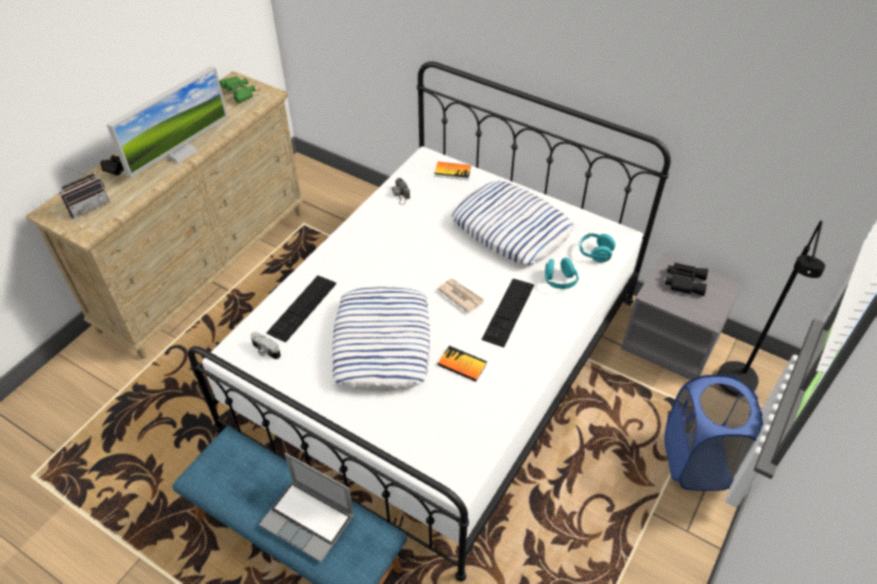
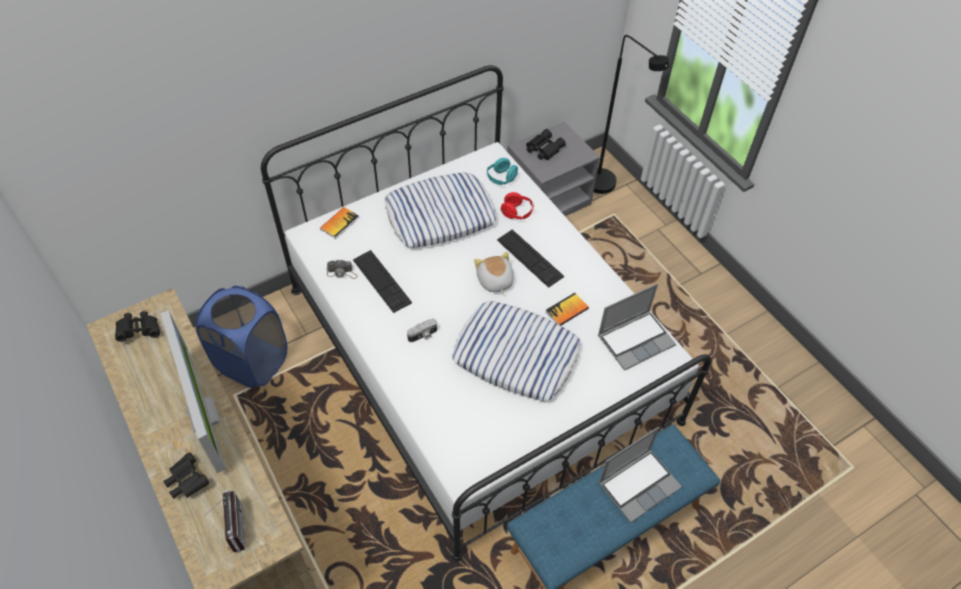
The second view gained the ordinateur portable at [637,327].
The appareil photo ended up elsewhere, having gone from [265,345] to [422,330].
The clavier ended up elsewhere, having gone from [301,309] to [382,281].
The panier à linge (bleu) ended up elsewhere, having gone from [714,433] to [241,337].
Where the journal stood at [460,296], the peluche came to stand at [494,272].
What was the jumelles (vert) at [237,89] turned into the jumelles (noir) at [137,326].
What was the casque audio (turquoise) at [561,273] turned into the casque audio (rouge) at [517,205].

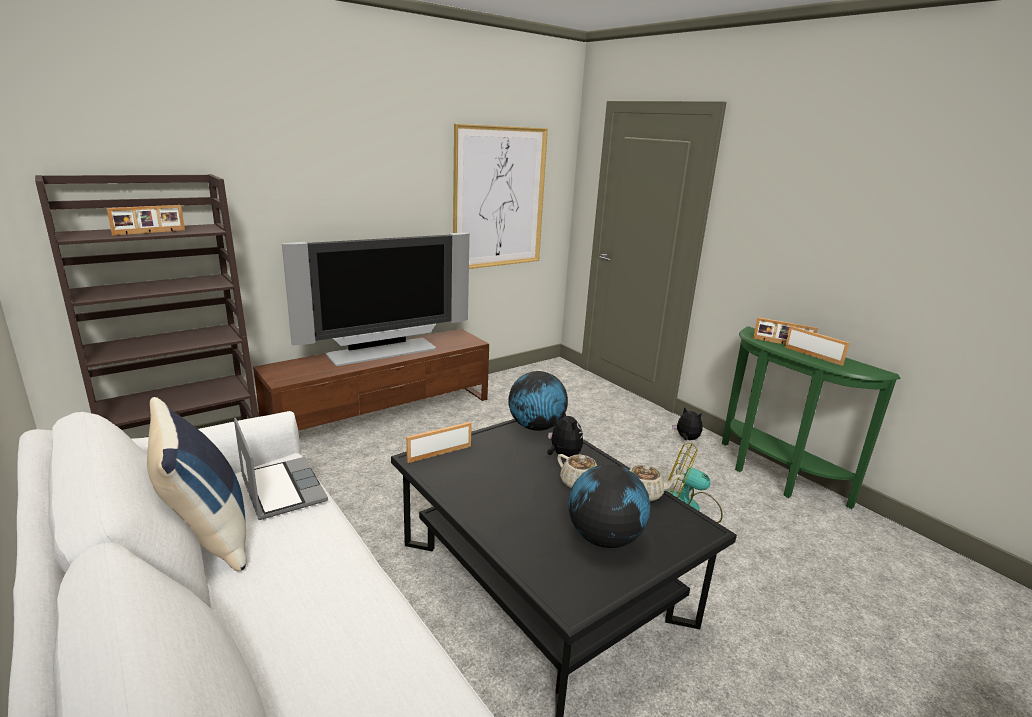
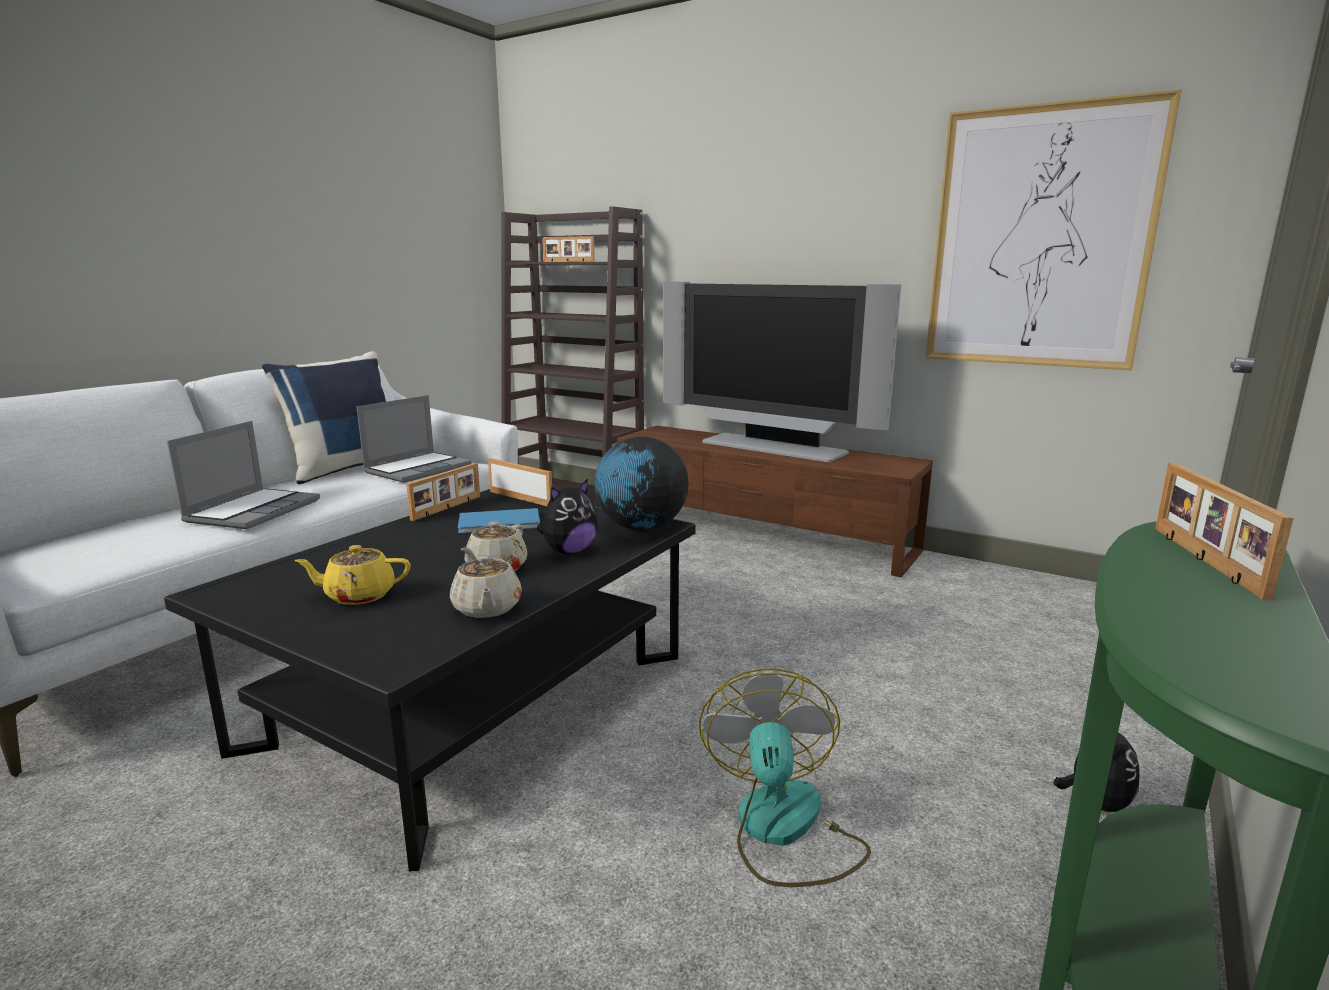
The second view gained the ordinateur portable at [243,475].
The second view gained the livre (bleu) at [499,520].
The cadre photo ended up elsewhere, having gone from [817,346] to [443,492].
Where the globe stood at [609,506], the théière (jaune) came to stand at [352,575].

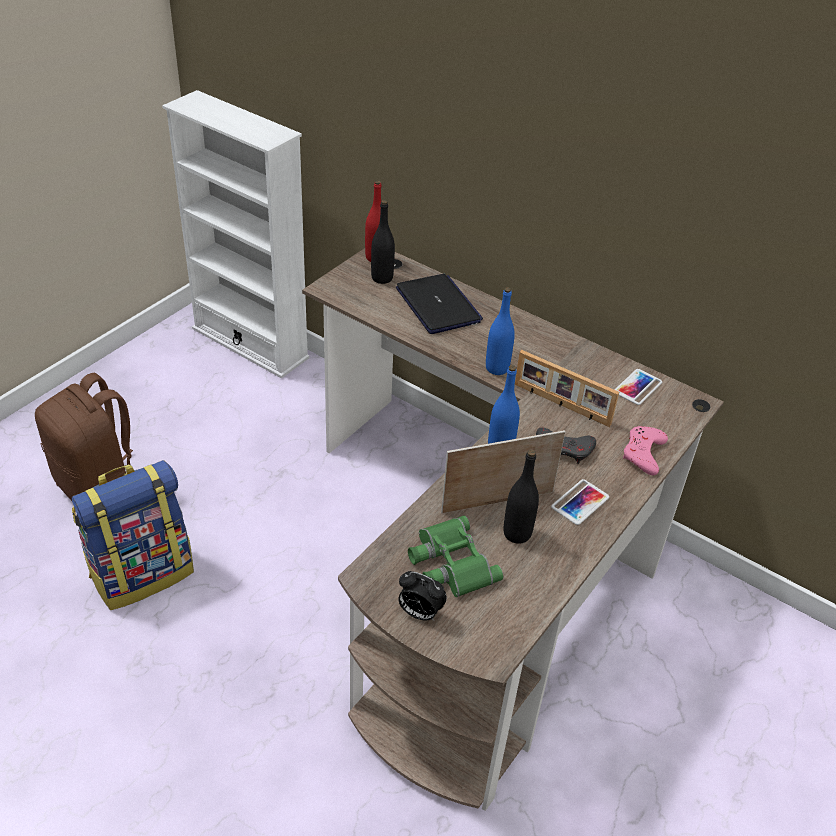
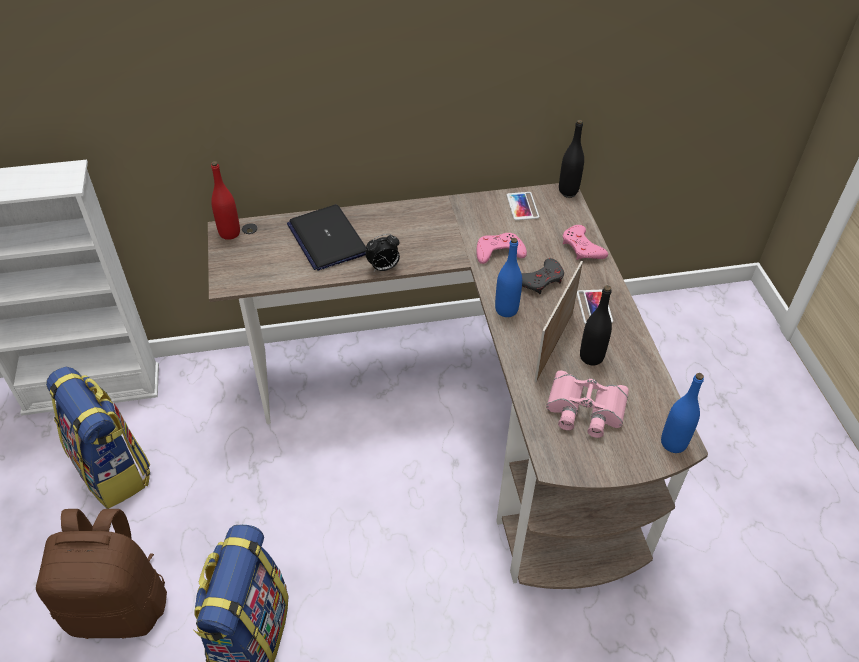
The second view gained the sac à dos at [98,438].
The bouteille (noir) ended up elsewhere, having gone from [383,242] to [571,158].
The réveil ended up elsewhere, having gone from [422,596] to [382,252].
The bouteille (bleu) ended up elsewhere, having gone from [500,331] to [682,413].
Where the cadre photo stood at [567,388], the manette (rose) came to stand at [501,248].
What was the jumelles (vert) at [455,556] turned into the jumelles (rose) at [587,404].
The ordinateur portable at [439,304] ended up facing another way, 135 degrees counterclockwise from before.

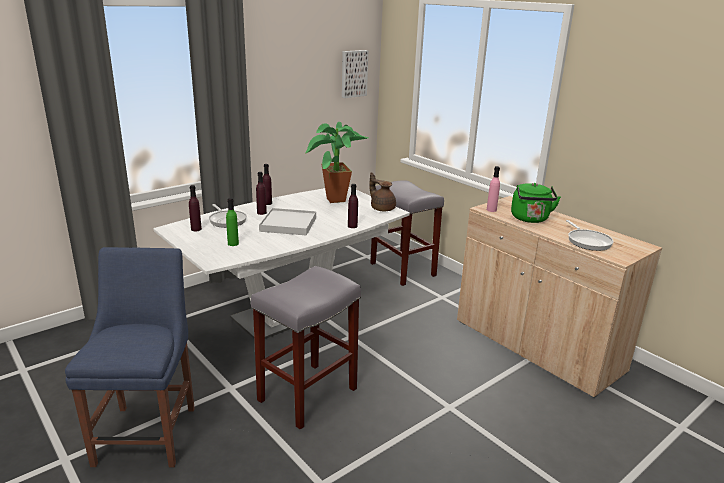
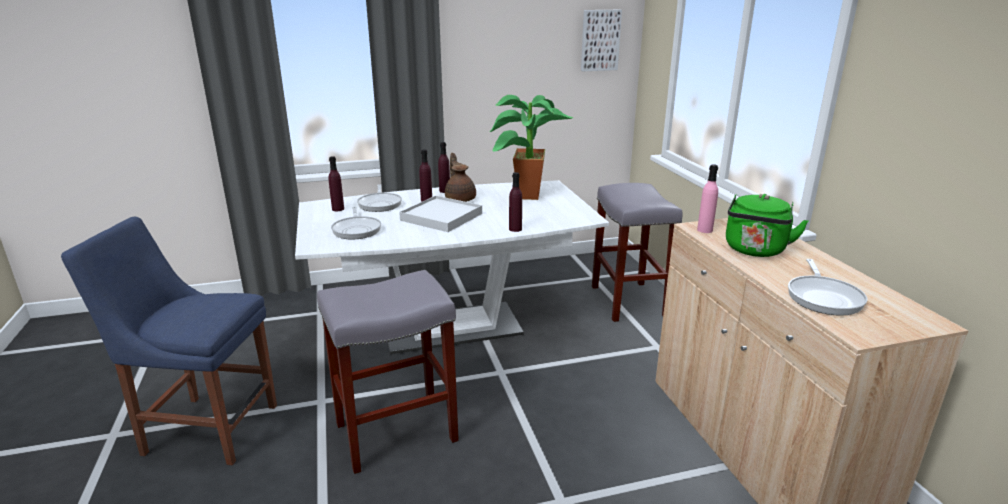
The théière (marron) ended up elsewhere, having gone from [382,191] to [460,177].
Where the bouteille (vert) stood at [232,222], the poêle came to stand at [356,223].
The chaise (bleu) at [130,357] ended up facing another way, 105 degrees counterclockwise from before.

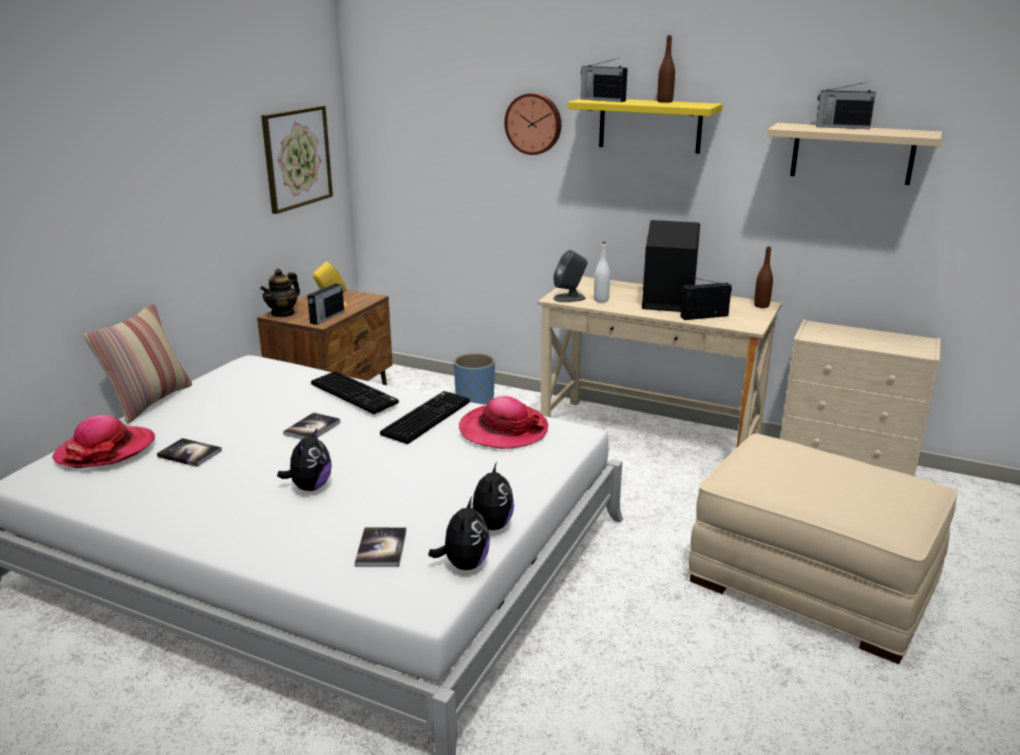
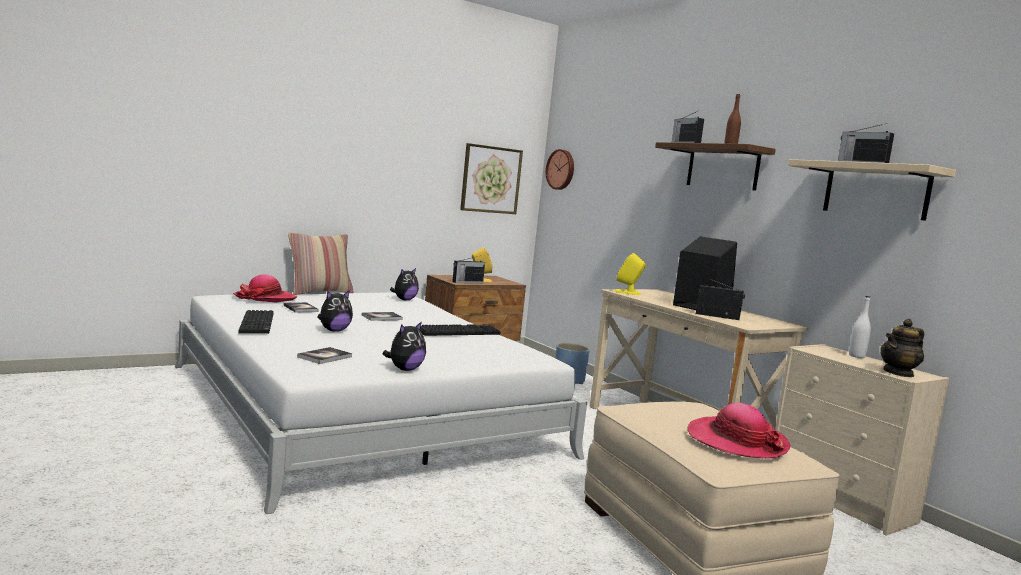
The second view lost the bouteille (marron) at [763,277].
The théière ended up elsewhere, having gone from [280,293] to [902,348].
The clavier ended up elsewhere, having gone from [355,392] to [256,322].
The peluche ended up elsewhere, having gone from [459,533] to [404,284].
The chapeau ended up elsewhere, having gone from [503,422] to [738,430].
The horloge murale ended up elsewhere, having gone from [532,124] to [560,169].
The bouteille (blanc) ended up elsewhere, having gone from [602,272] to [860,327].
What was the enceinte (gris) at [570,276] turned into the enceinte (jaune) at [630,274].
What was the étagère (jaune) at [645,126] turned into the étagère (marron) at [715,166].

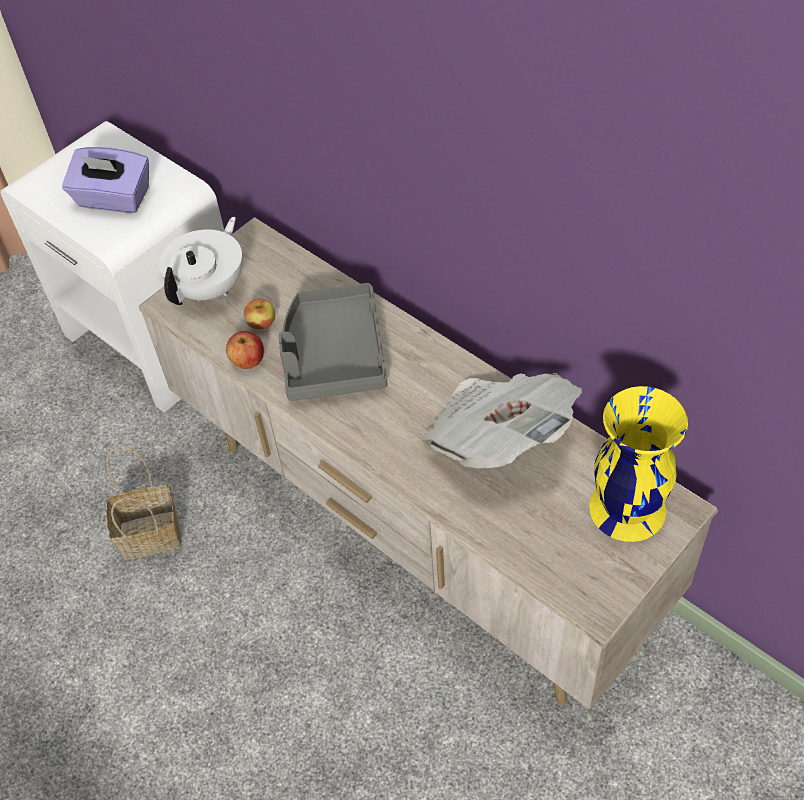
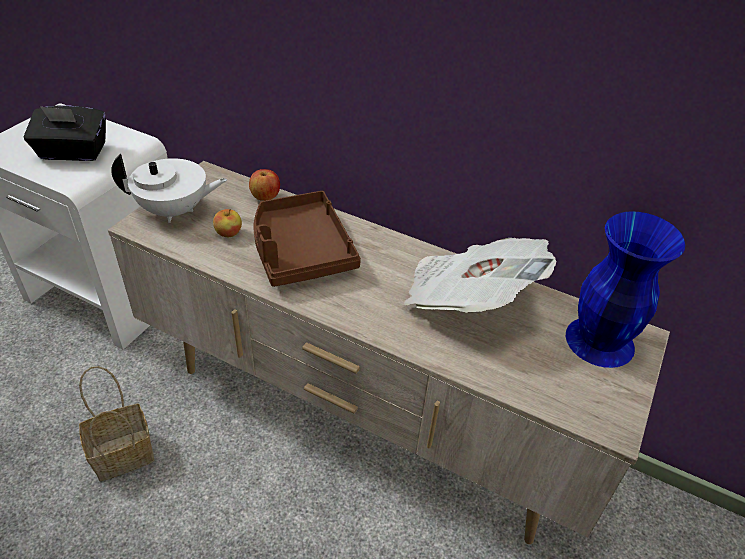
The pomme ended up elsewhere, having gone from [245,350] to [264,185].
What was the boîte à mouchoirs (violet) at [105,180] turned into the boîte à mouchoirs (noir) at [65,133].
What was the plateau (gris) at [332,342] turned into the plateau (marron) at [307,239].
What was the vase (jaune) at [638,464] turned into the vase (bleu) at [625,289].
The théière (blanc) at [201,261] ended up facing another way, 75 degrees clockwise from before.

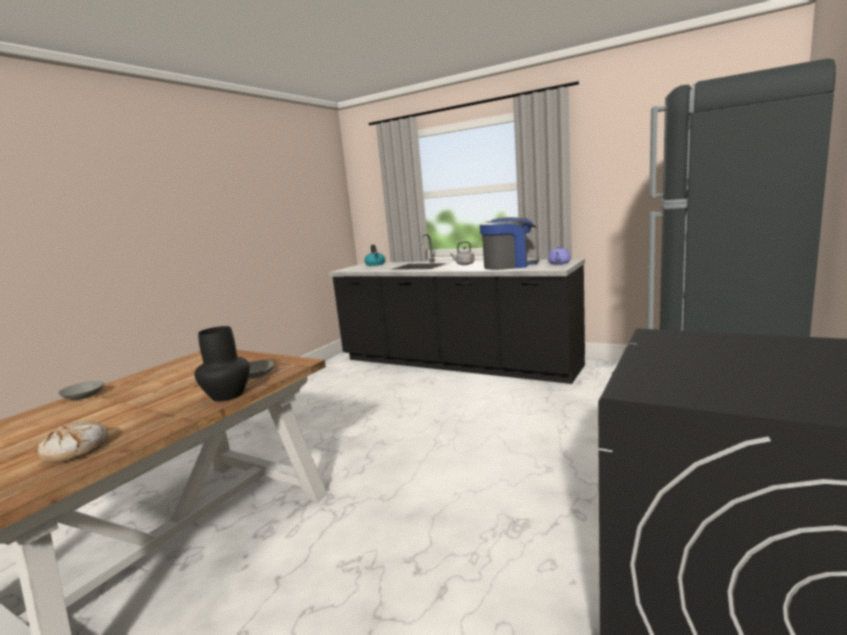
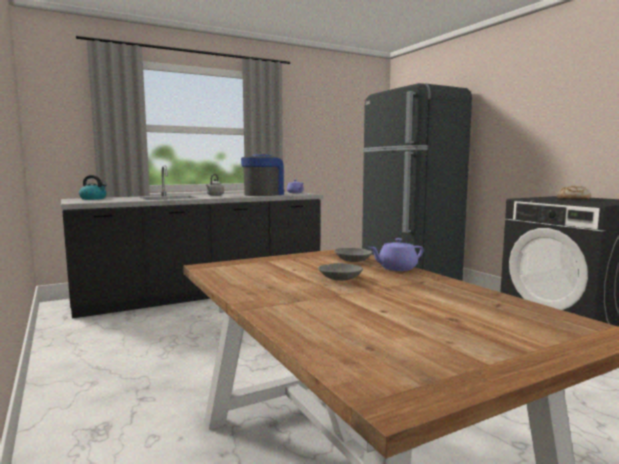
The pain ended up elsewhere, having gone from [73,442] to [574,192].
The bol (gris) ended up elsewhere, having gone from [81,390] to [340,272].
Where the vase (noir) stood at [222,363], the théière (violet) came to stand at [396,254].

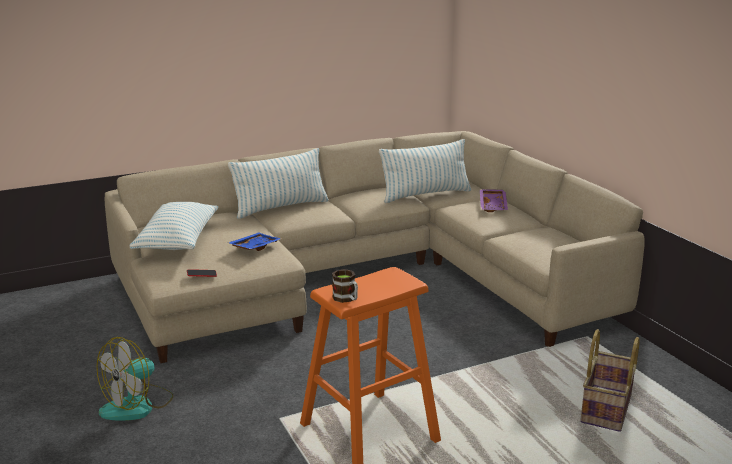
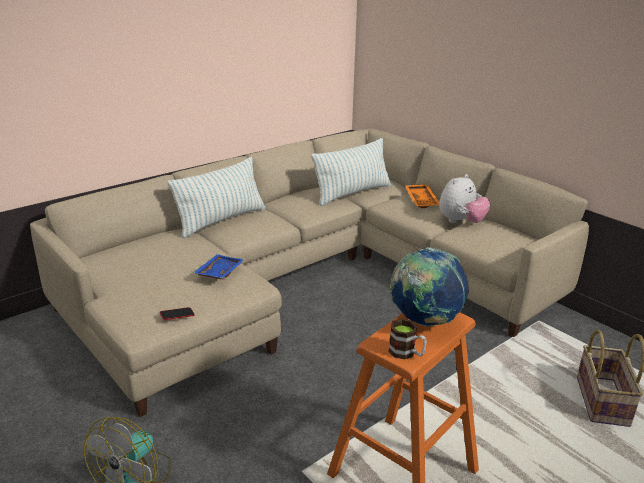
The second view lost the coussin at [174,226].
The second view gained the globe at [429,286].
The second view gained the peluche at [464,198].
What was the plateau (violet) at [494,200] turned into the plateau (orange) at [422,196].

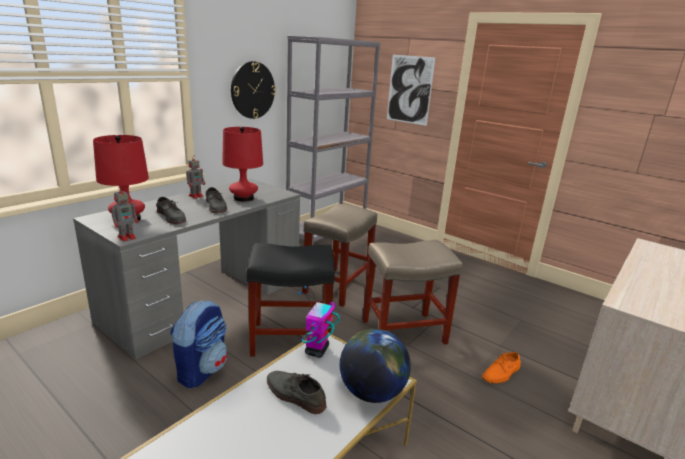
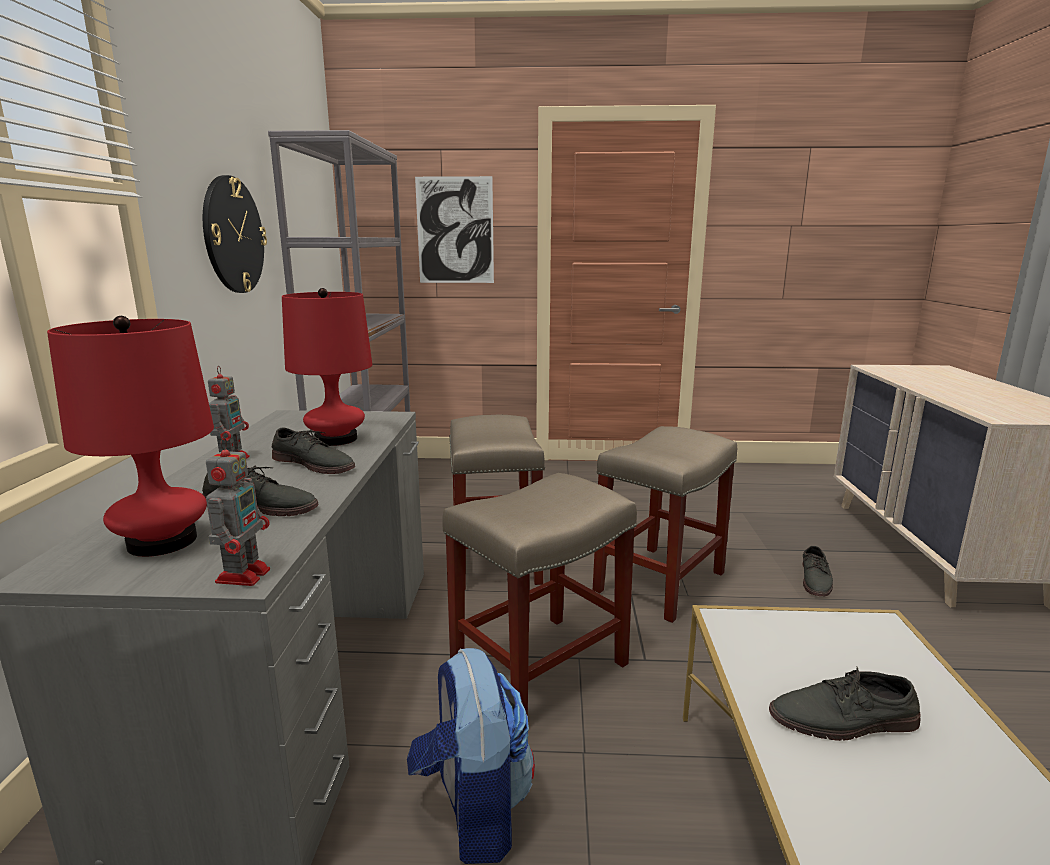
The second view lost the robot jouet at [319,321].
The second view lost the globe at [375,366].
What was the tabouret (noir) at [290,300] turned into the tabouret (beige) at [539,594].
What was the chaussure (orange) at [501,367] turned into the chaussure (gris) at [817,571].

